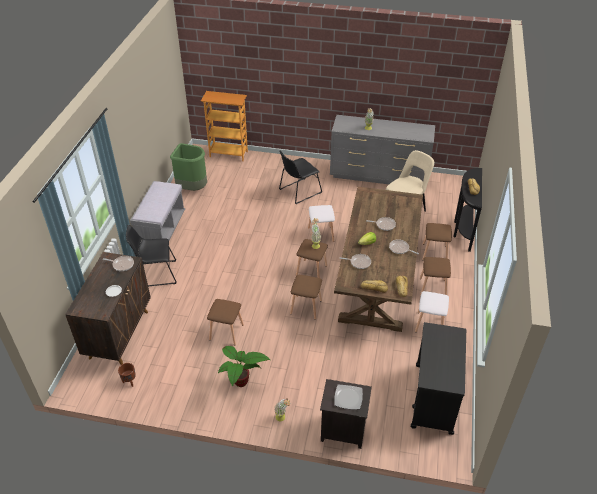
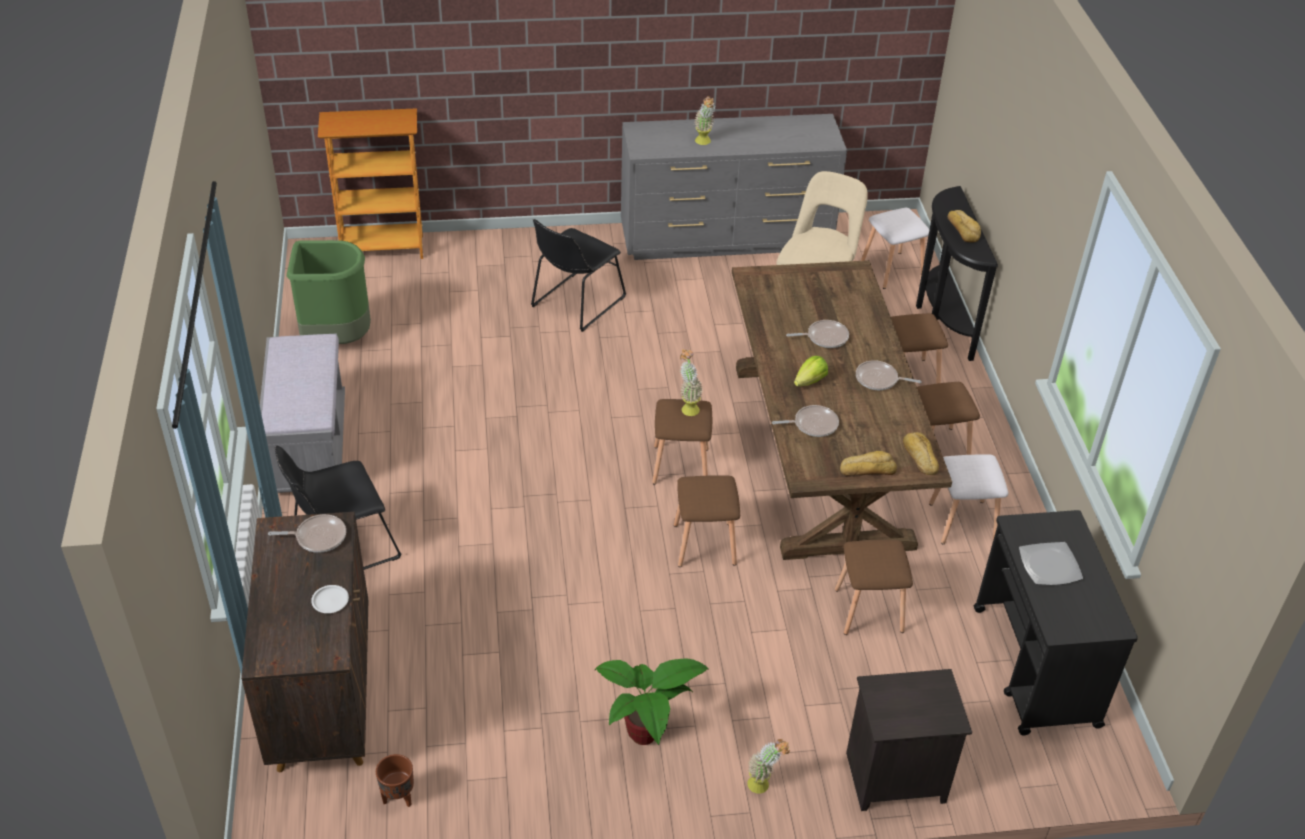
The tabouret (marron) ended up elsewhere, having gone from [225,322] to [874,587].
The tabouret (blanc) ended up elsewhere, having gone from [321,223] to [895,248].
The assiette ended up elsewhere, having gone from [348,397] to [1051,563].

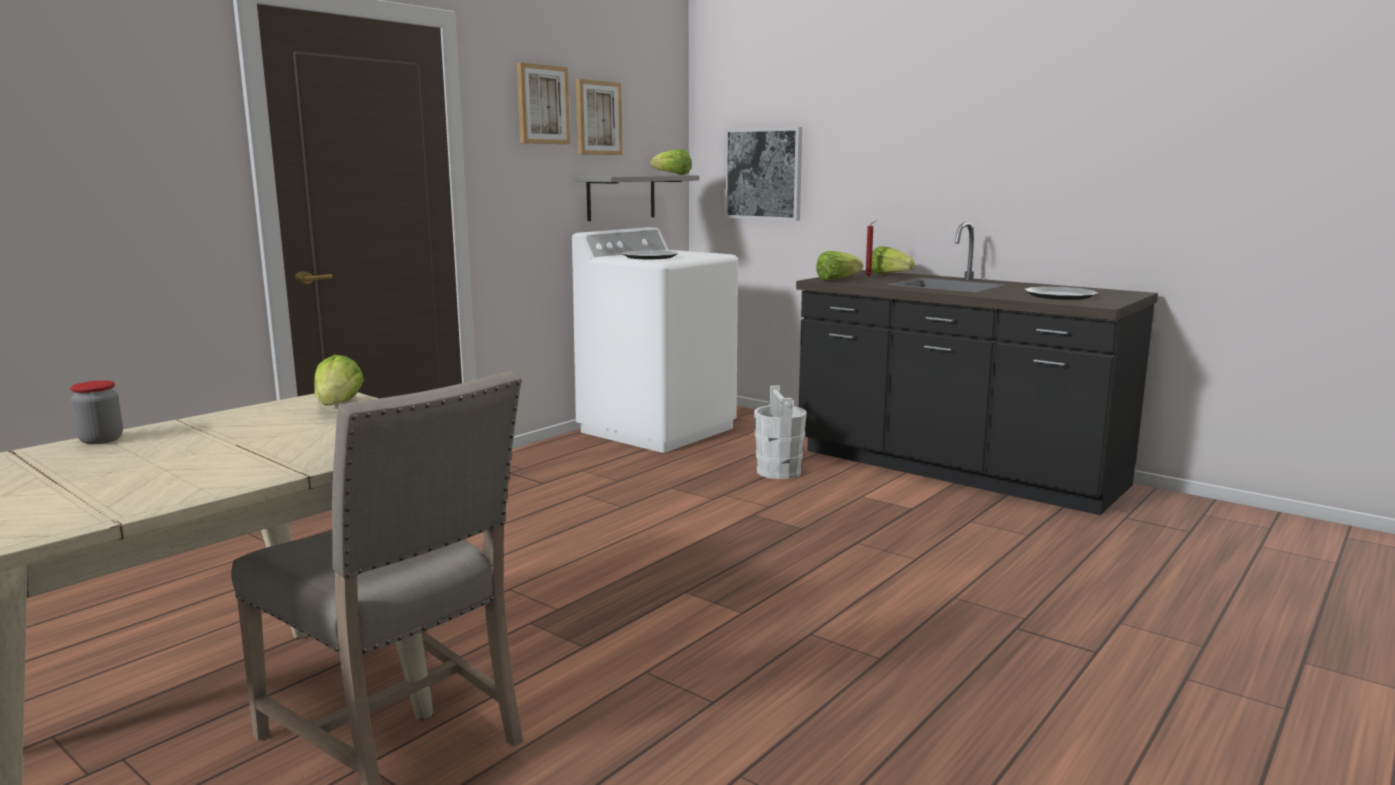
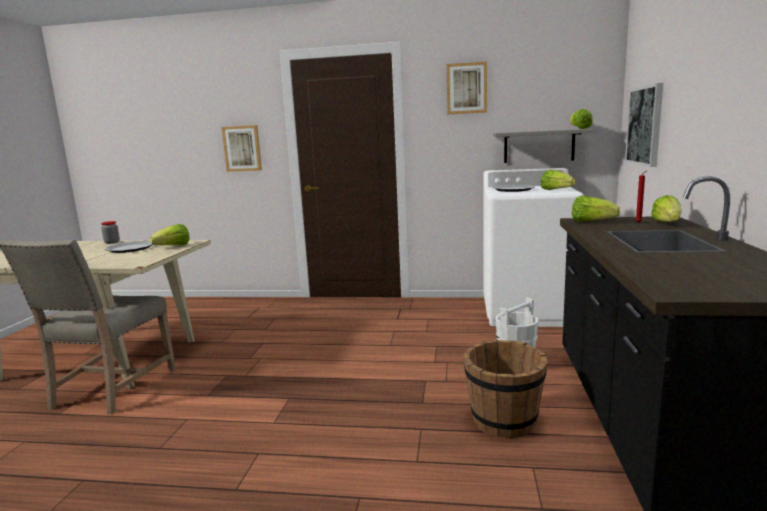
The second view gained the seau (marron) at [505,389].
The second view gained the laitue at [558,180].
The tableau ended up elsewhere, having gone from [599,117] to [242,148].
The assiette ended up elsewhere, having gone from [1061,293] to [129,247].

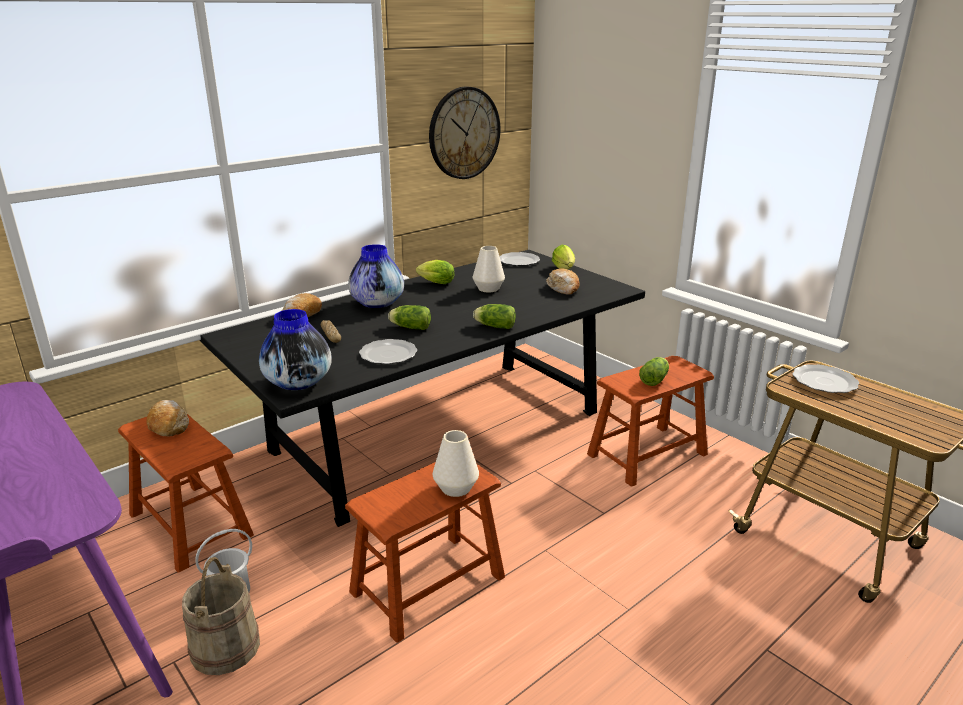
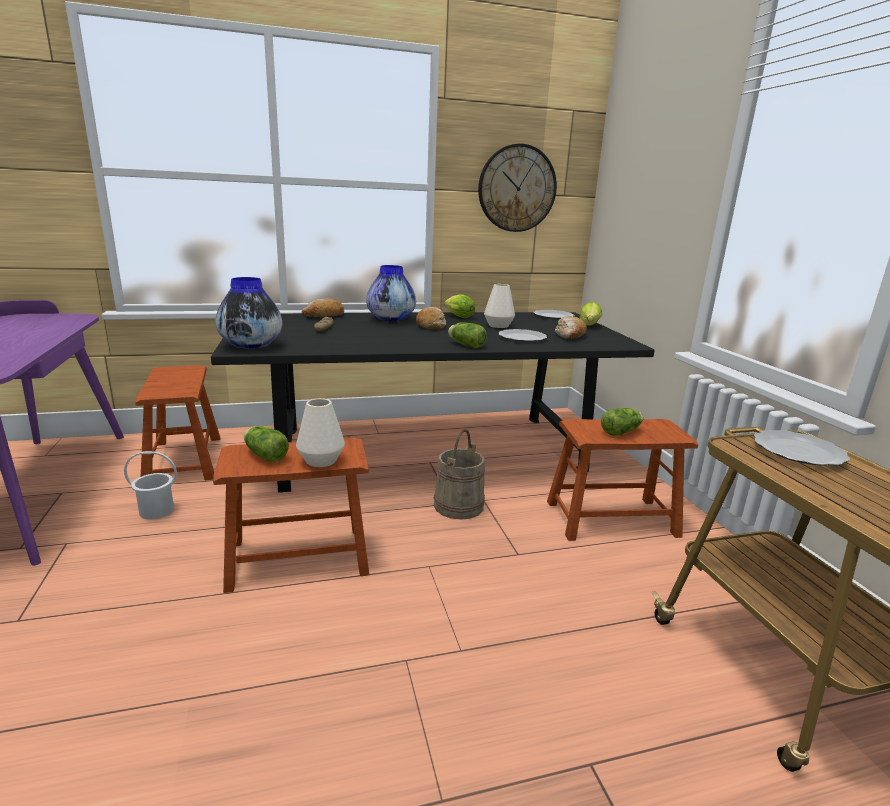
The pain ended up elsewhere, having gone from [167,418] to [431,318].
The seau (beige) ended up elsewhere, having gone from [221,616] to [459,474].
The assiette ended up elsewhere, having gone from [388,351] to [523,335].
The laitue ended up elsewhere, having gone from [409,317] to [266,444].

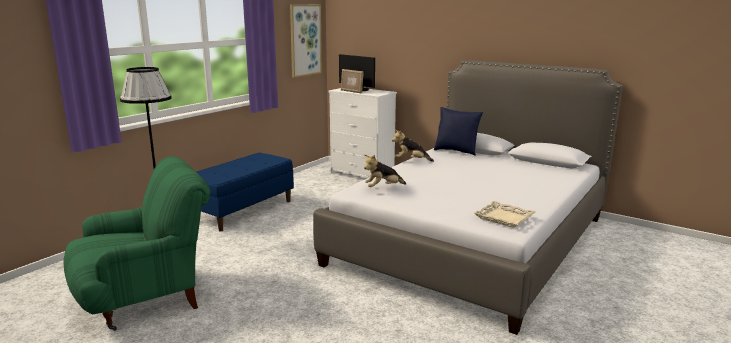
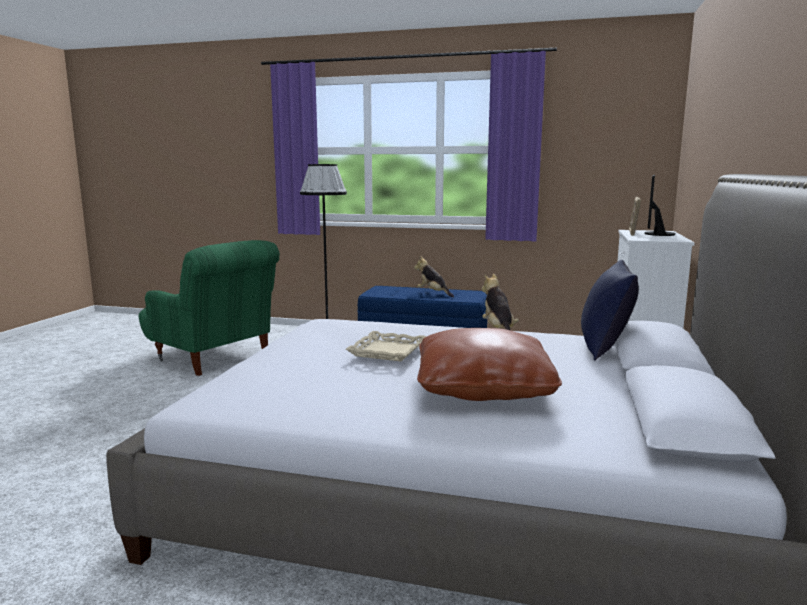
The second view lost the tableau at [306,40].
The second view gained the coussin (marron) at [489,364].
The peluche ended up elsewhere, having gone from [385,170] to [434,277].
The plateau (beige) ended up elsewhere, having gone from [504,214] to [386,346].

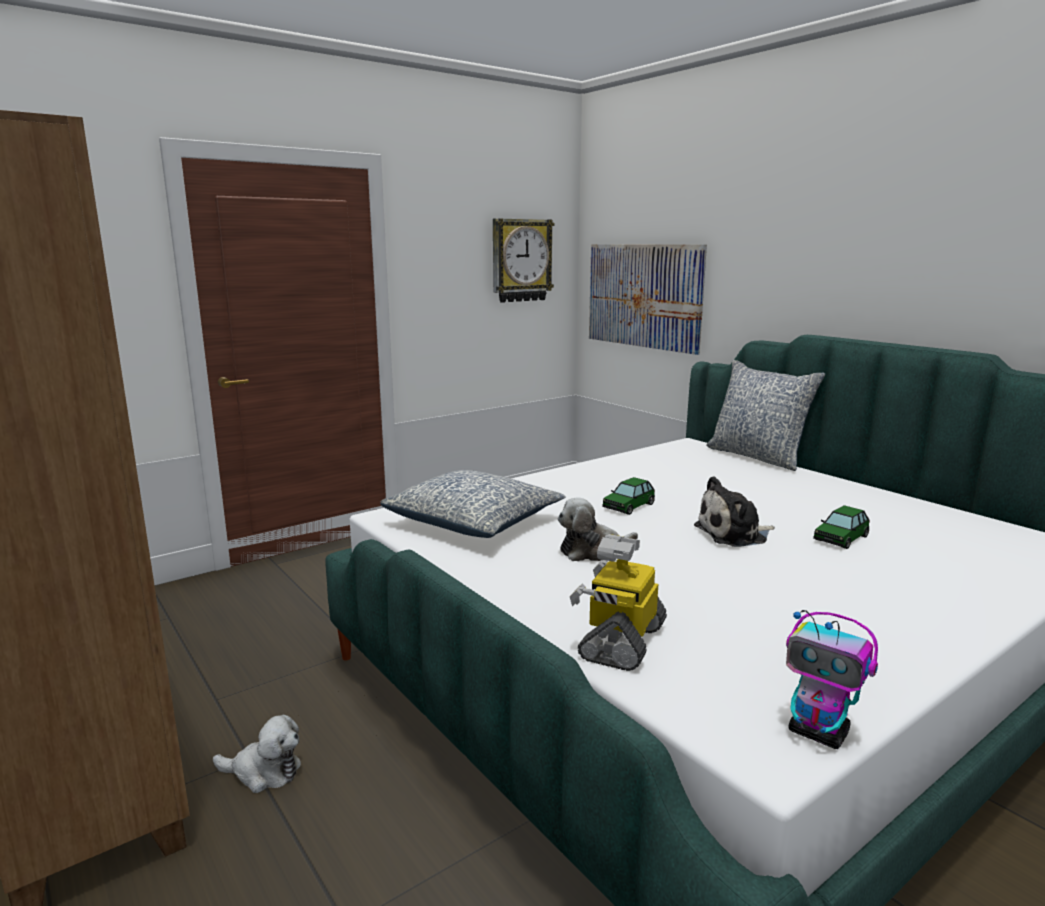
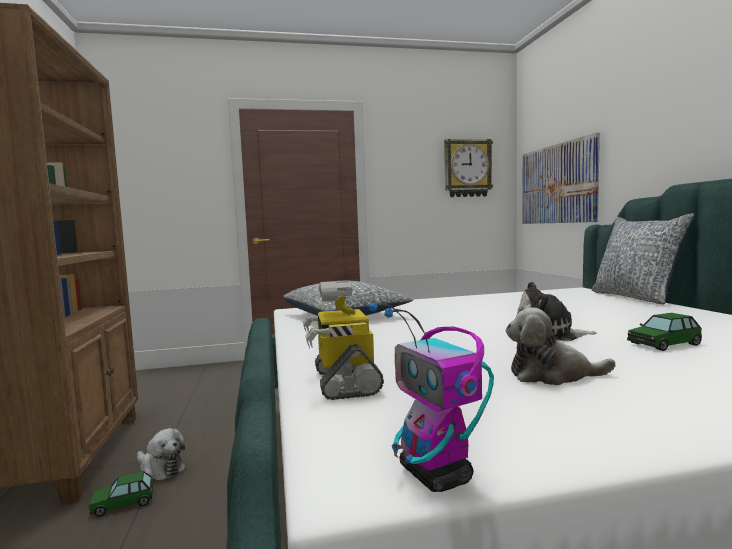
The peluche ended up elsewhere, having gone from [598,529] to [560,346].
The petite voiture ended up elsewhere, having gone from [628,496] to [121,494].
The robot jouet at [618,602] ended up facing another way, 60 degrees counterclockwise from before.

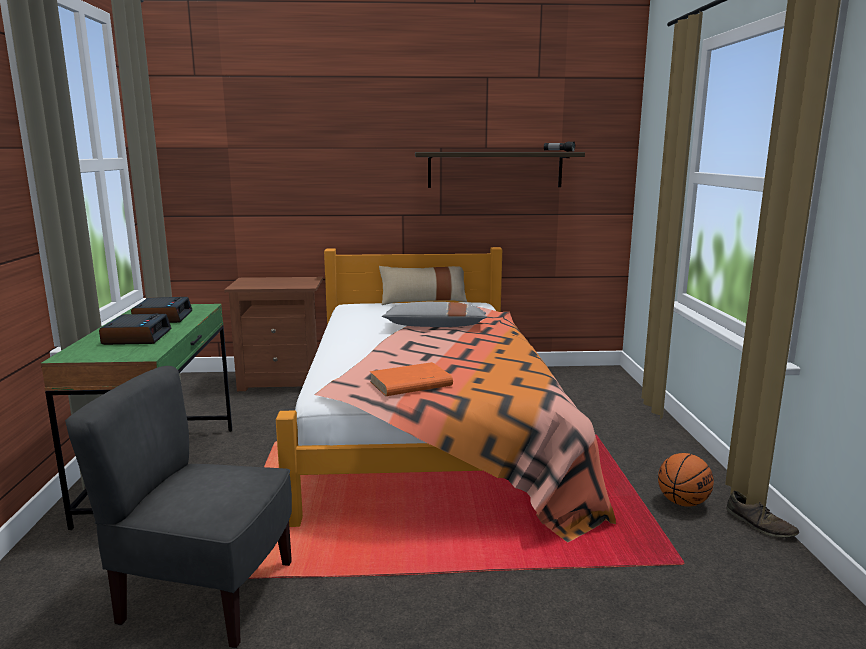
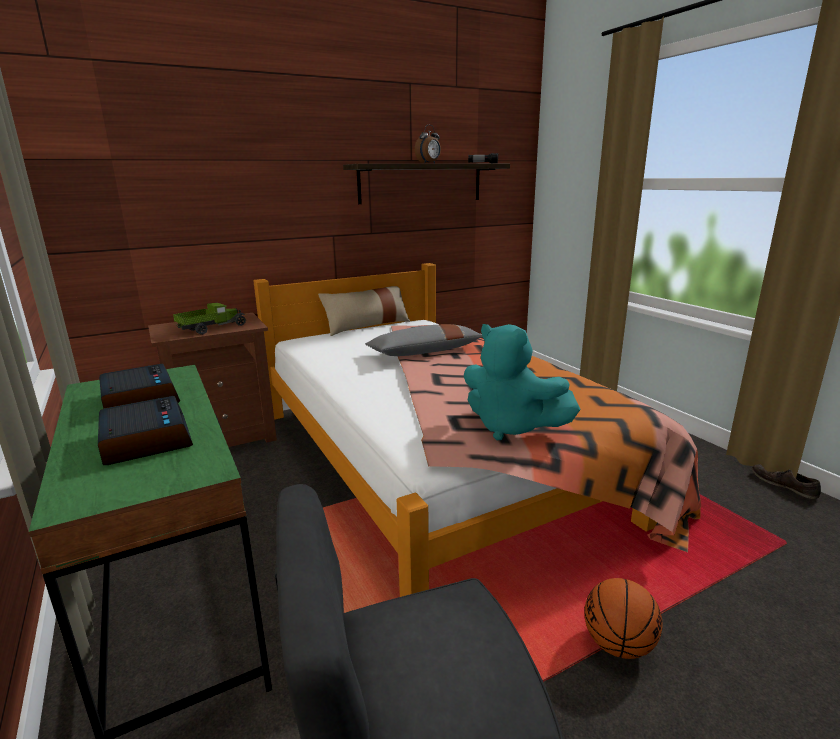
The second view gained the camion jouet at [210,319].
The second view gained the réveil at [428,144].
The ballon de basket ended up elsewhere, having gone from [686,480] to [623,618].
Where the livre (orange) stood at [411,379], the peluche (turquoise) came to stand at [522,382].
The chaussure (marron) at [762,514] ended up facing another way, 150 degrees counterclockwise from before.

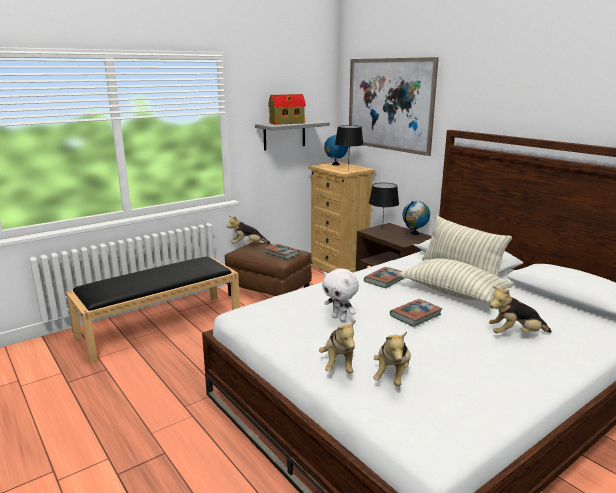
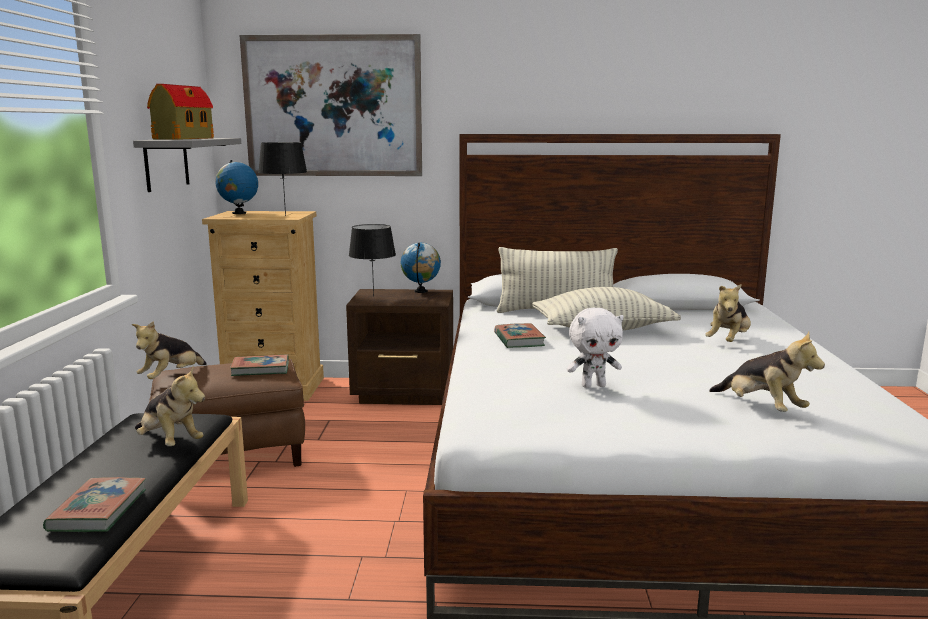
The peluche ended up elsewhere, having gone from [337,346] to [170,406].
The livre ended up elsewhere, having gone from [416,313] to [94,504].

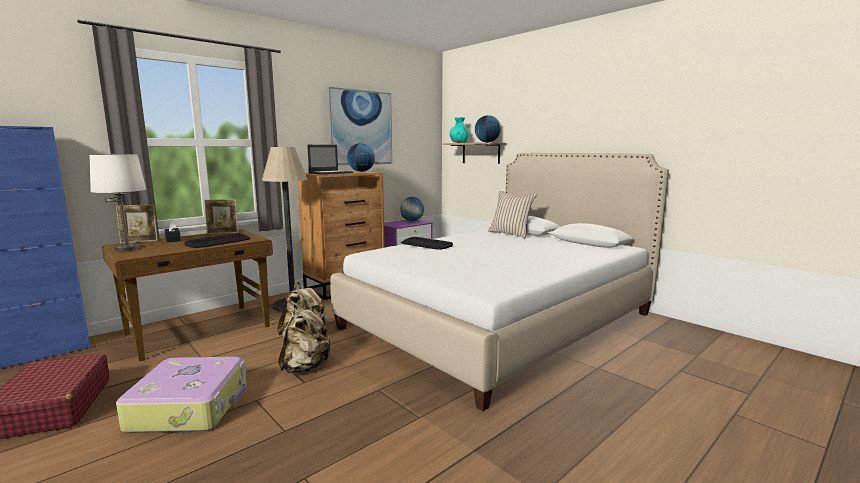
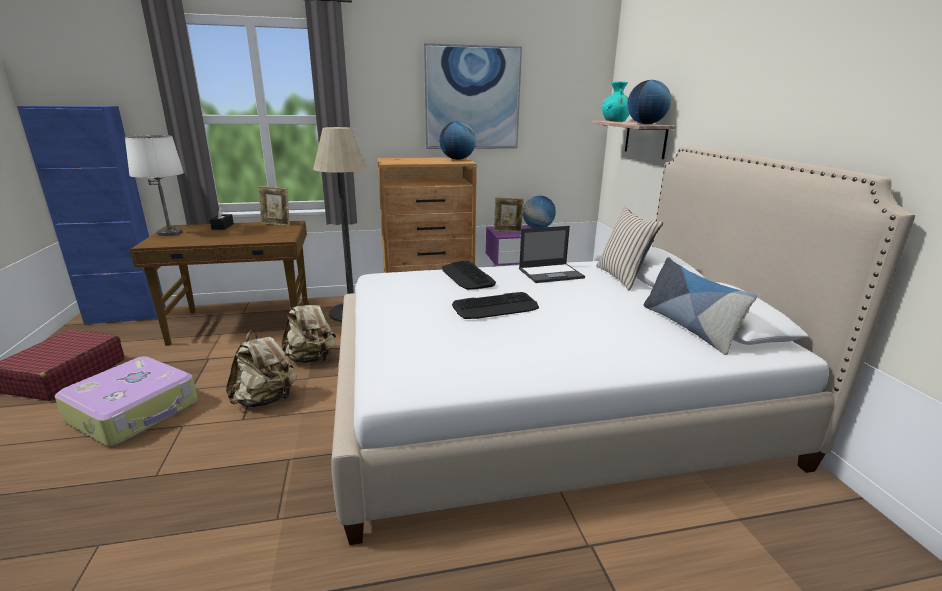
The second view gained the coussin at [700,306].
The cadre photo ended up elsewhere, having gone from [137,224] to [509,214].
The clavier ended up elsewhere, having gone from [217,240] to [495,305].
The ordinateur portable ended up elsewhere, having gone from [330,160] to [552,254].

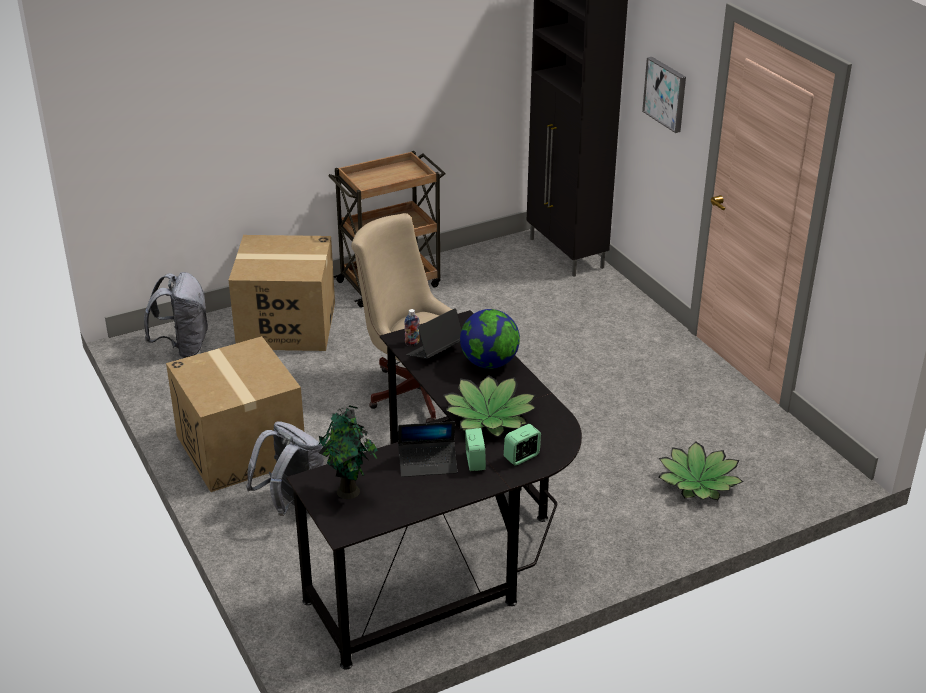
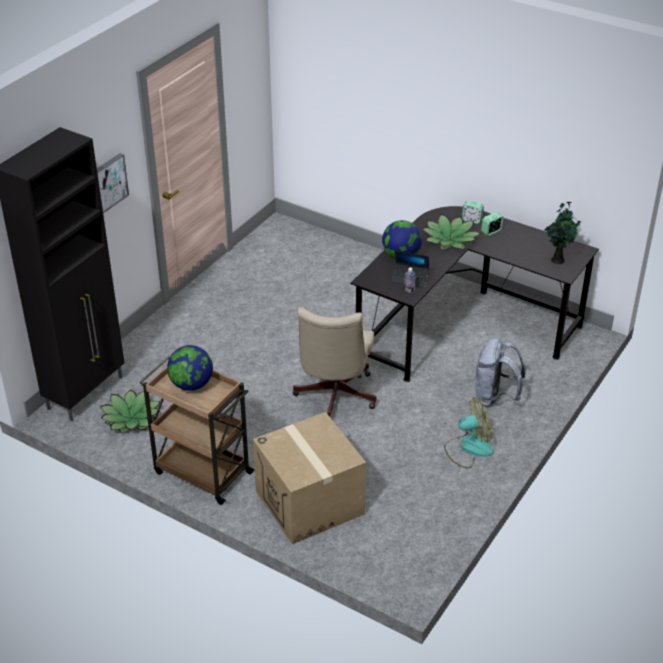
The second view lost the sac à dos (gris) at [176,315].
The second view lost the ordinateur portable at [427,449].
The second view gained the globe at [190,368].
The plante en pot ended up elsewhere, having gone from [701,471] to [130,411].
Where the carton stood at [235,414], the ventilateur came to stand at [469,432].

